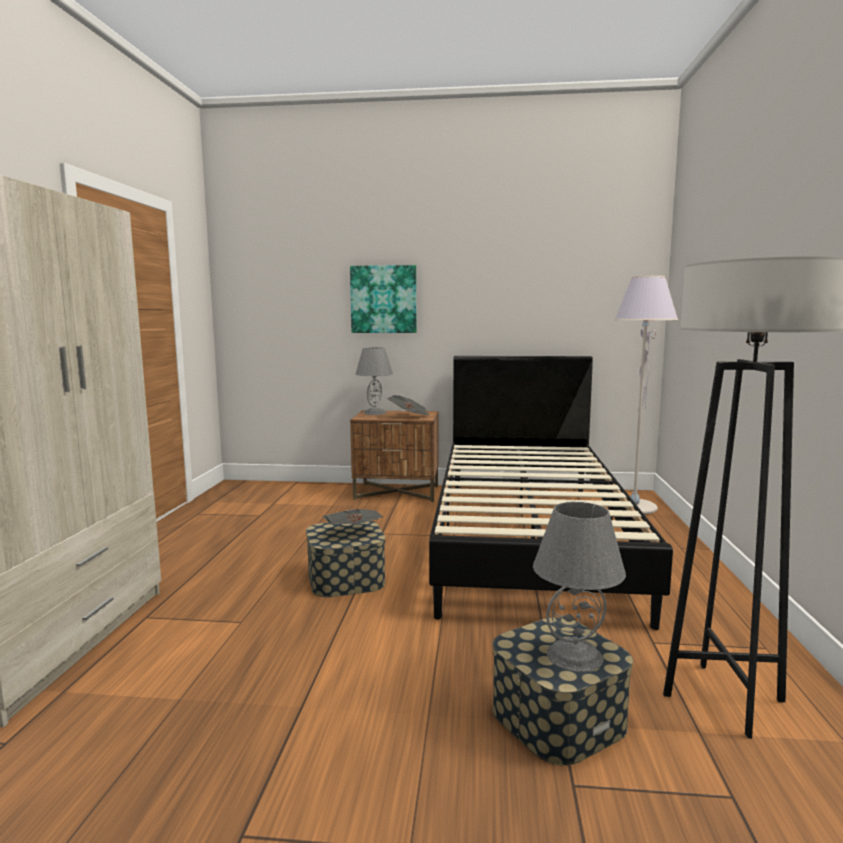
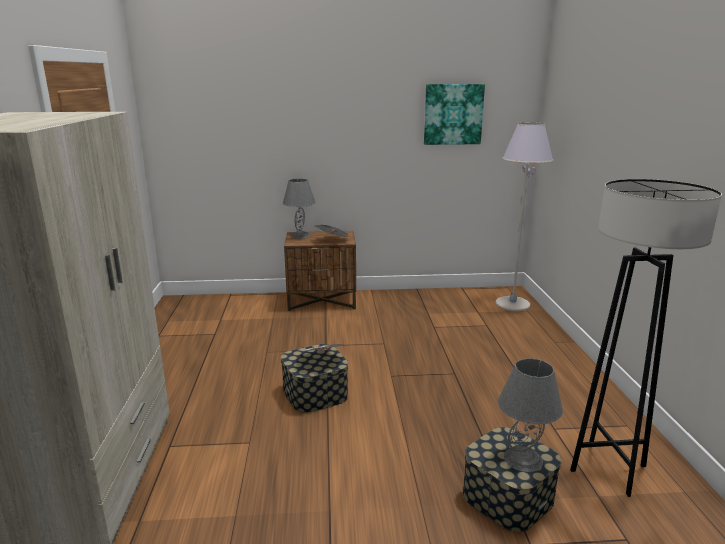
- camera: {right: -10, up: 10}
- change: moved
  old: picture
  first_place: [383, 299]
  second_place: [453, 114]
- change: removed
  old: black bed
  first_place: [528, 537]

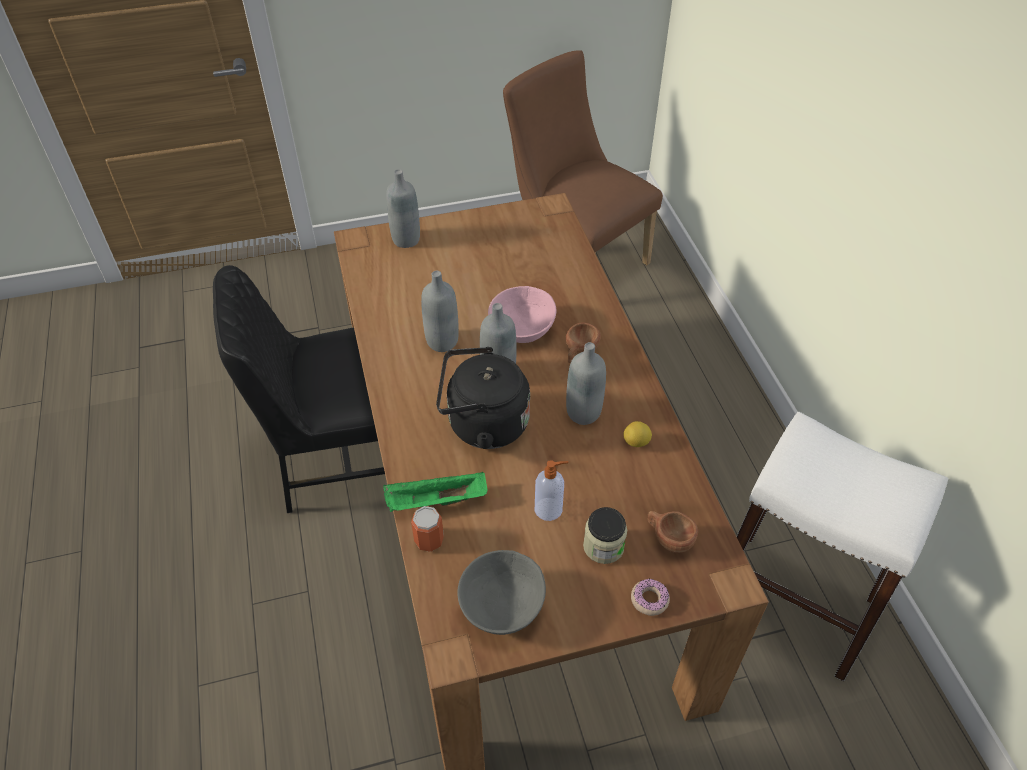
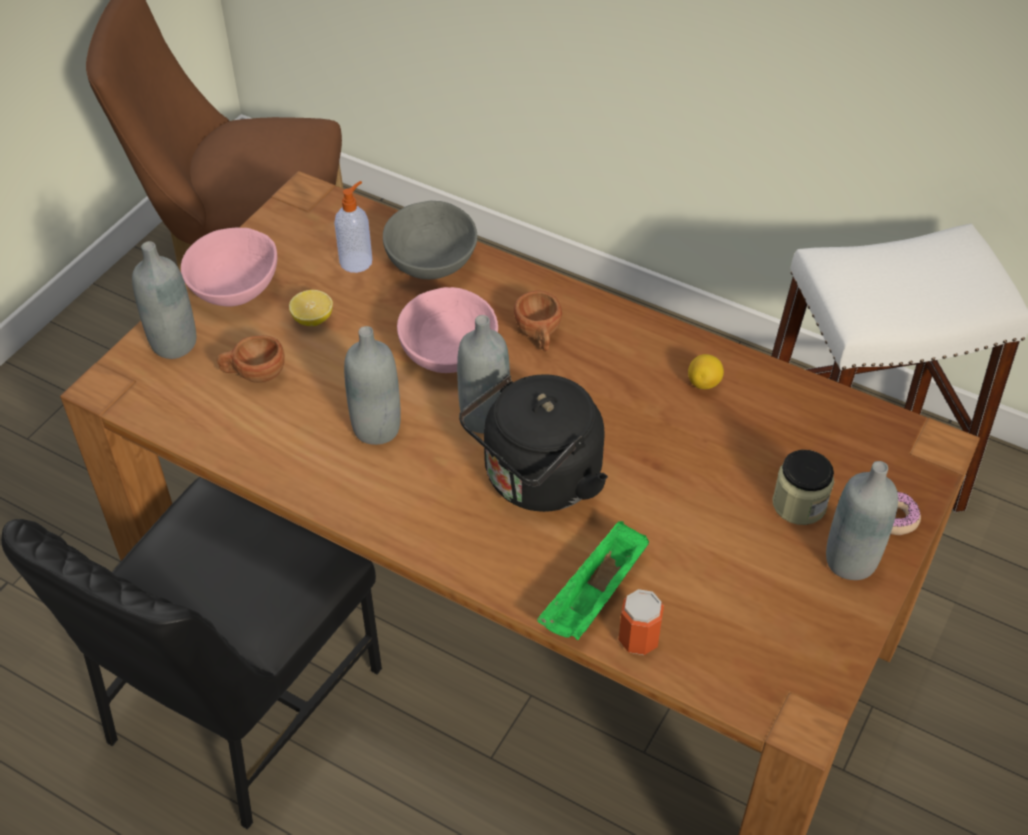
- camera: {right: -45, up: 0}
- change: moved
  old: grey bowl
  first_place: [502, 604]
  second_place: [430, 261]
- change: moved
  old: soap dispenser
  first_place: [549, 509]
  second_place: [357, 261]
- change: moved
  old: grey bottle
  first_place: [583, 412]
  second_place: [850, 561]
- change: moved
  old: brown cup
  first_place: [668, 538]
  second_place: [254, 374]
- change: added
  new: pink bowl
  second_place: [235, 288]
- change: added
  new: lemon
  second_place: [313, 319]

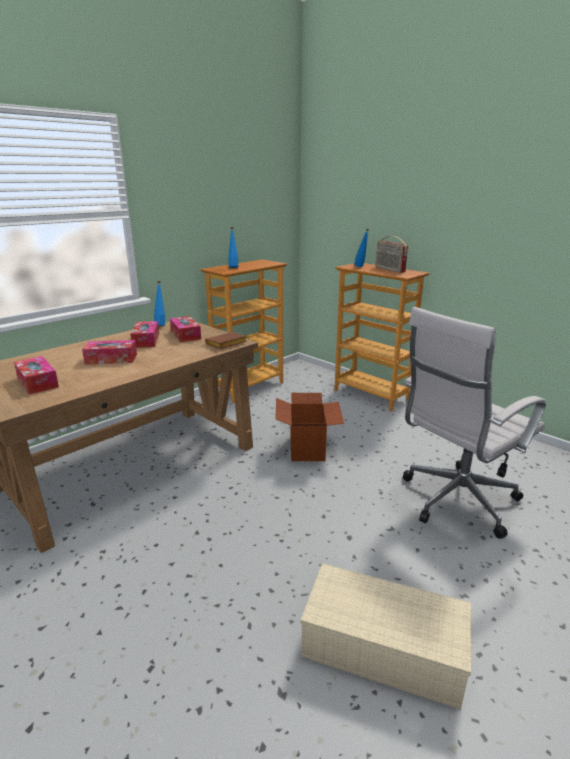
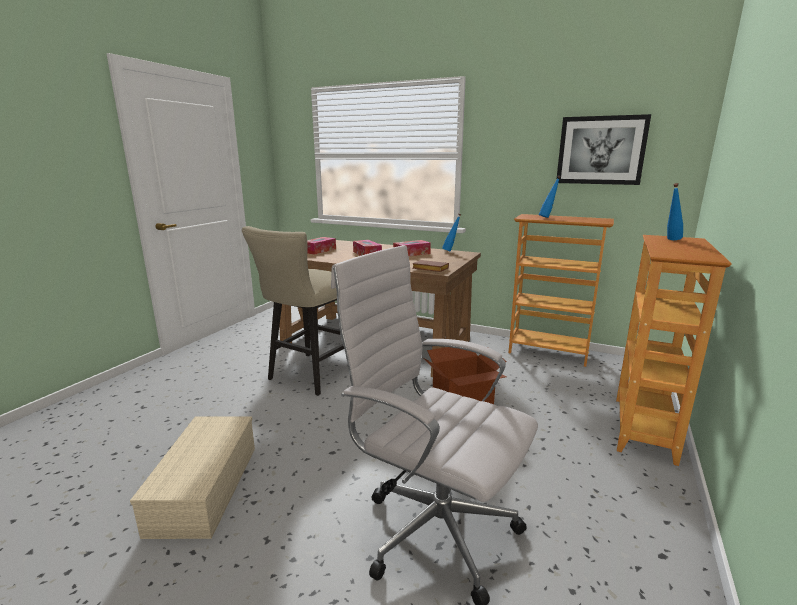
- camera: {right: 70, up: -5}
- change: removed
  old: tissue box
  first_place: [185, 335]
- change: removed
  old: radio
  first_place: [389, 269]
- change: added
  new: beige stool
  second_place: [309, 376]
- change: added
  new: picture
  second_place: [601, 150]

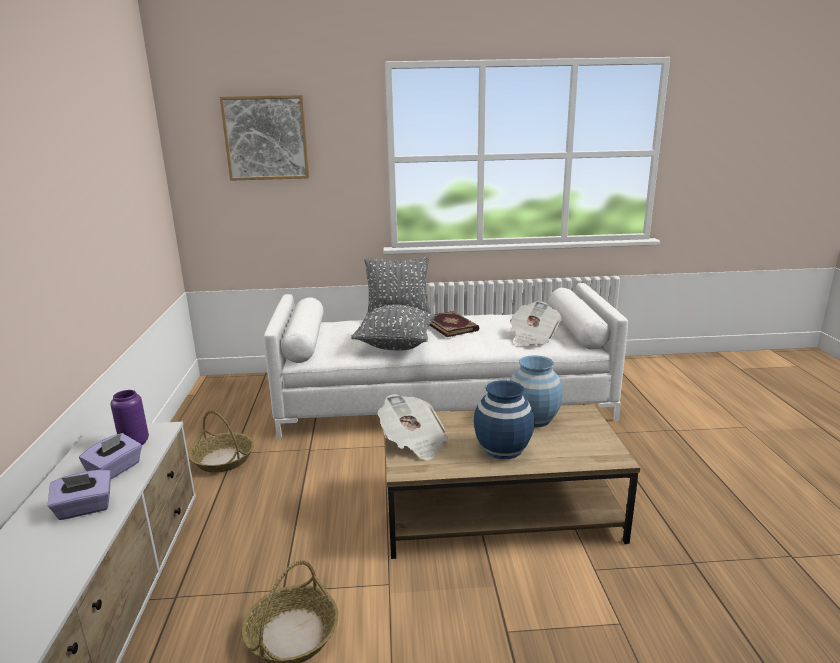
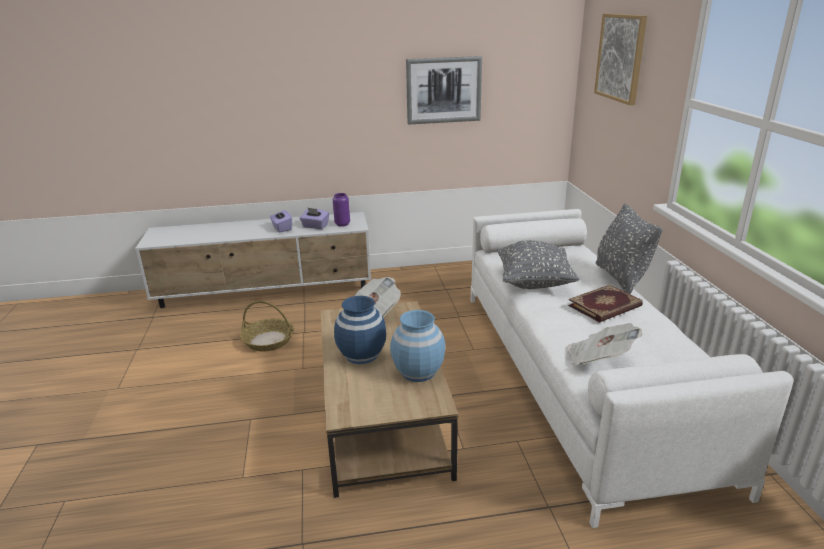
- camera: {right: 85, up: 5}
- change: removed
  old: basket
  first_place: [223, 459]
- change: added
  new: picture
  second_place: [443, 90]

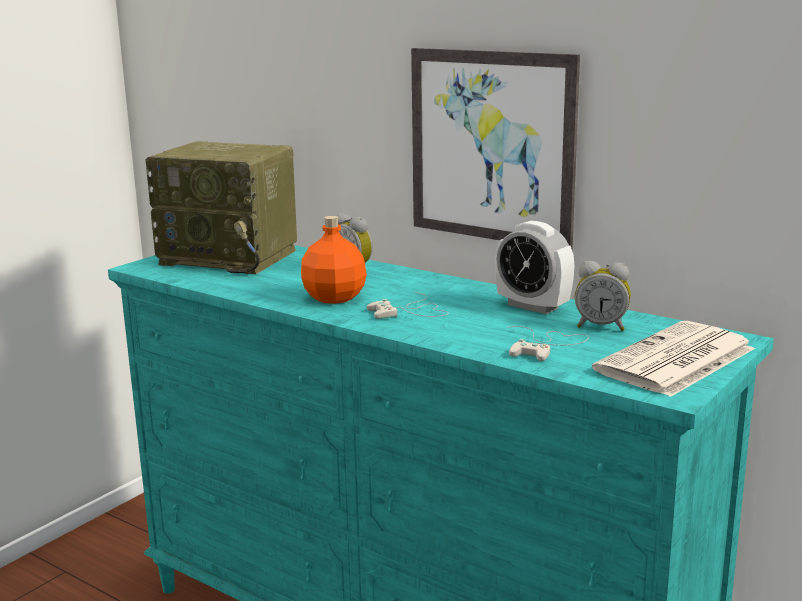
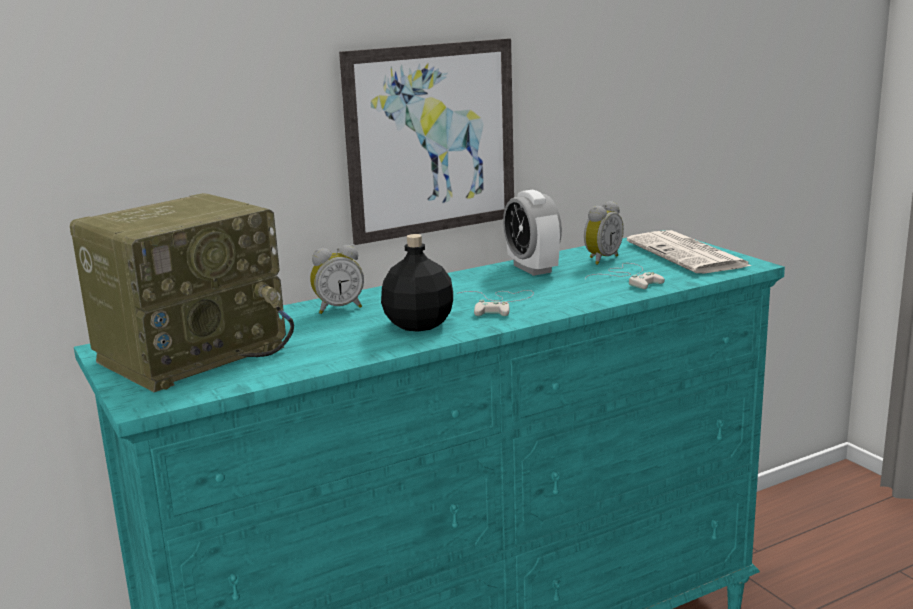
- camera: {right: -65, up: 0}
- change: recoloured
  old: orange bottle
  new: black bottle
  first_place: [335, 297]
  second_place: [418, 324]
- change: turned
  old: alarm clock
  first_place: [532, 306]
  second_place: [532, 268]
  degrees: 90

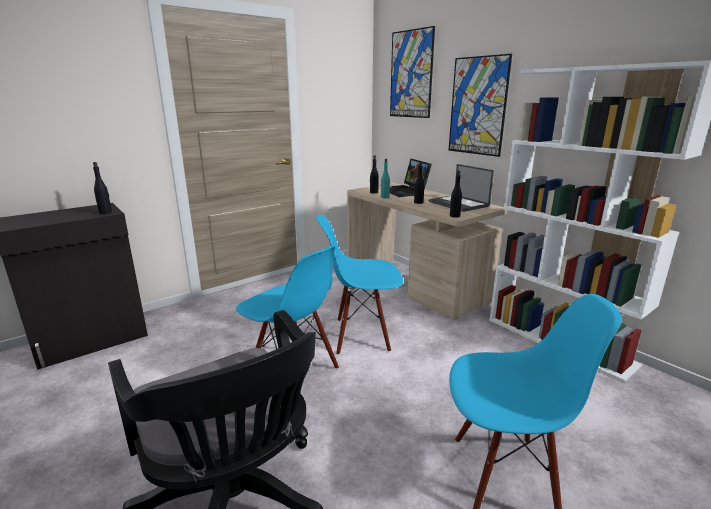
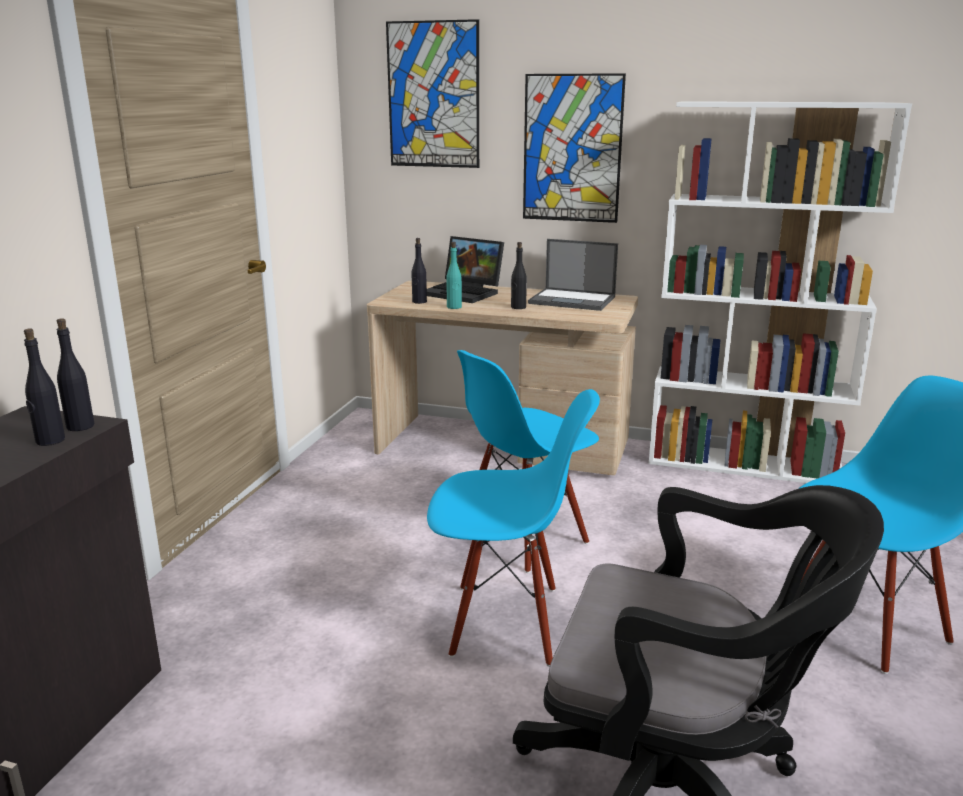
- camera: {right: -35, up: 0}
- change: moved
  old: black bottle
  first_place: [454, 216]
  second_place: [50, 441]

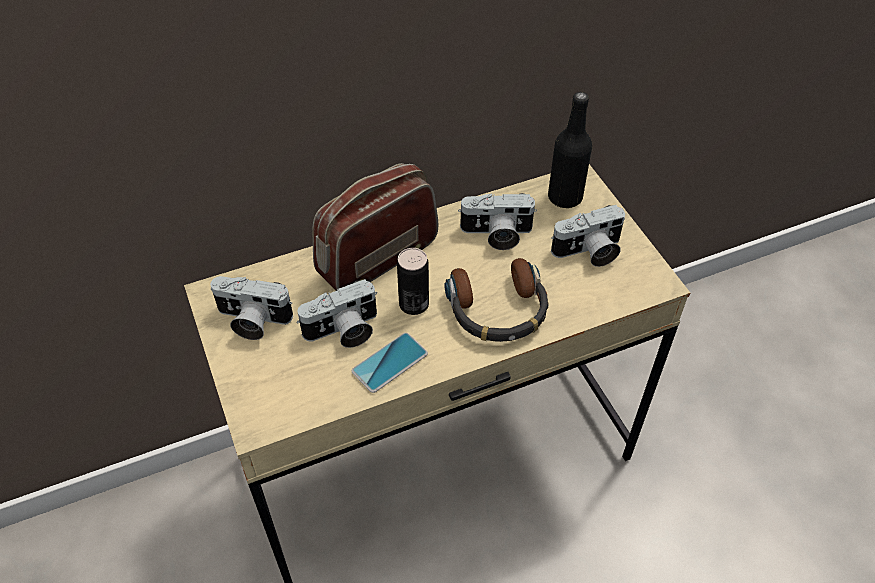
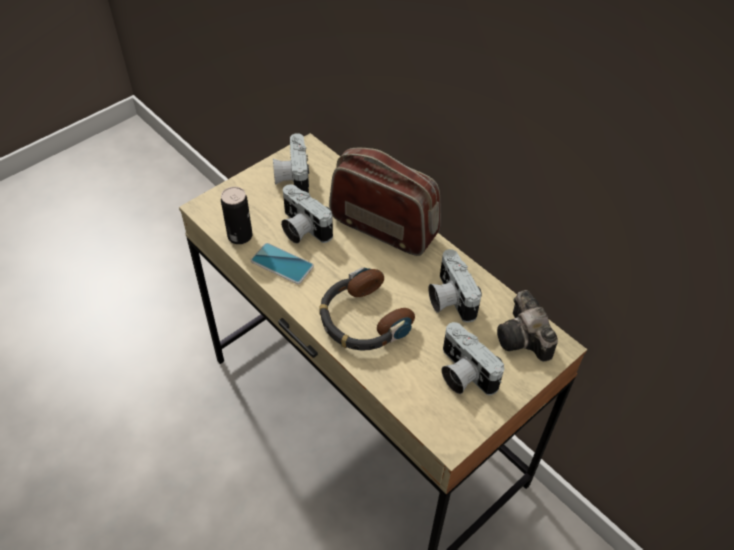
- camera: {right: 70, up: 0}
- change: moved
  old: can
  first_place: [414, 304]
  second_place: [240, 236]
- change: replaced
  old: black bottle
  new: photo camera
  first_place: [565, 197]
  second_place: [524, 340]

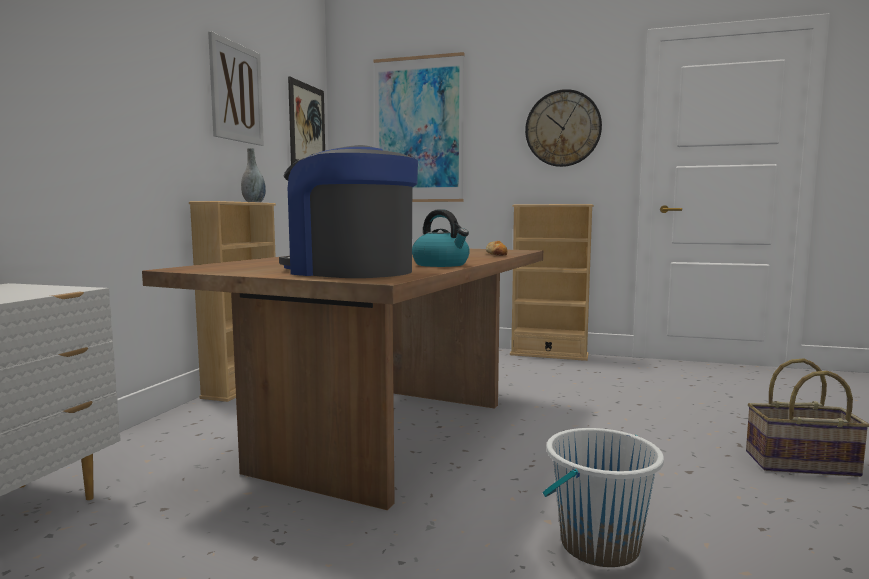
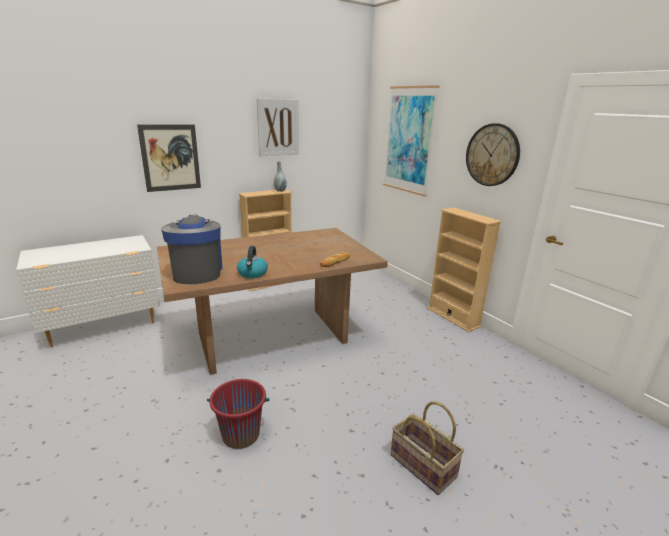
- camera: {right: 40, up: 15}
- change: moved
  old: picture
  first_place: [307, 126]
  second_place: [170, 158]
- change: recoloured
  old: white bucket
  new: red bucket
  first_place: [598, 545]
  second_place: [241, 434]

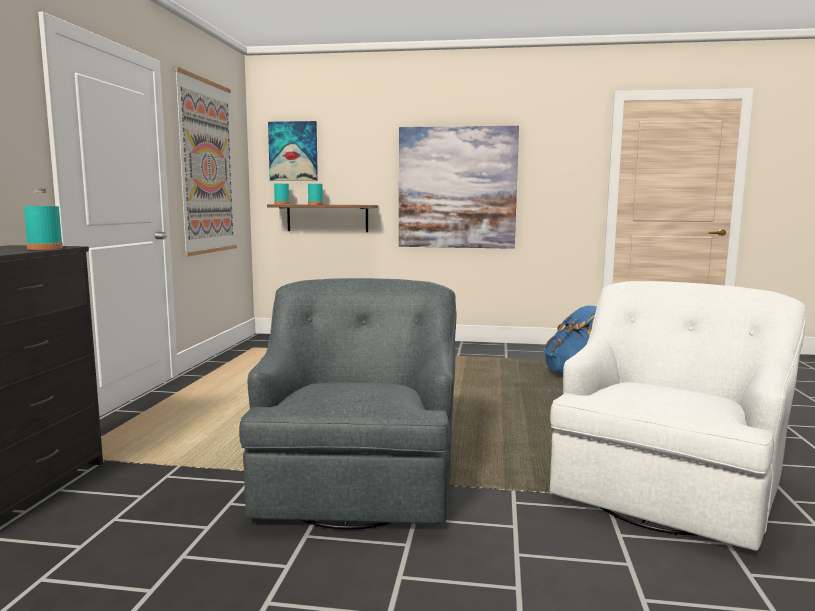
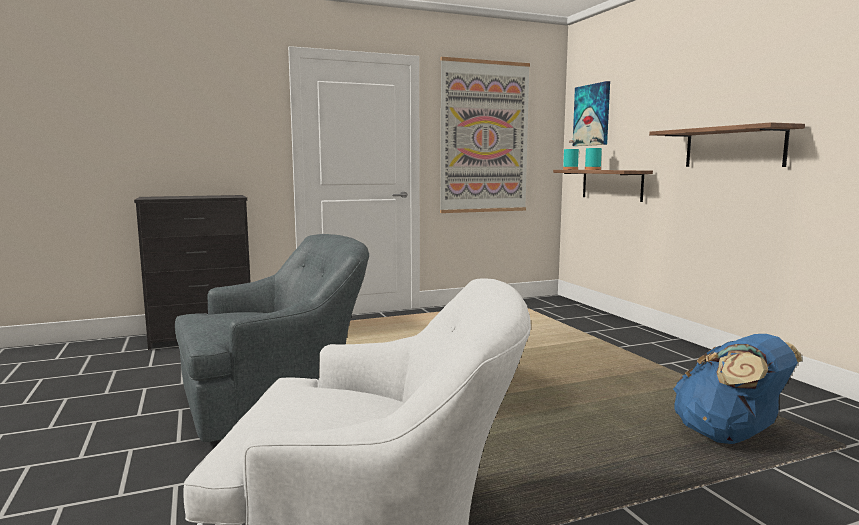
- camera: {right: 60, up: 0}
- change: removed
  old: turquoise bottle
  first_place: [45, 248]
- change: replaced
  old: picture
  new: shelf
  first_place: [457, 188]
  second_place: [733, 147]

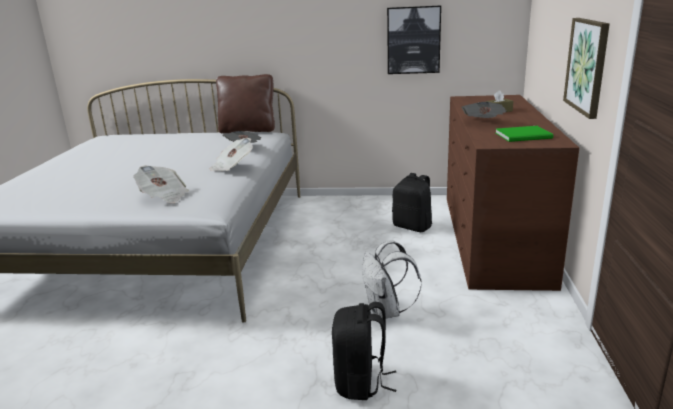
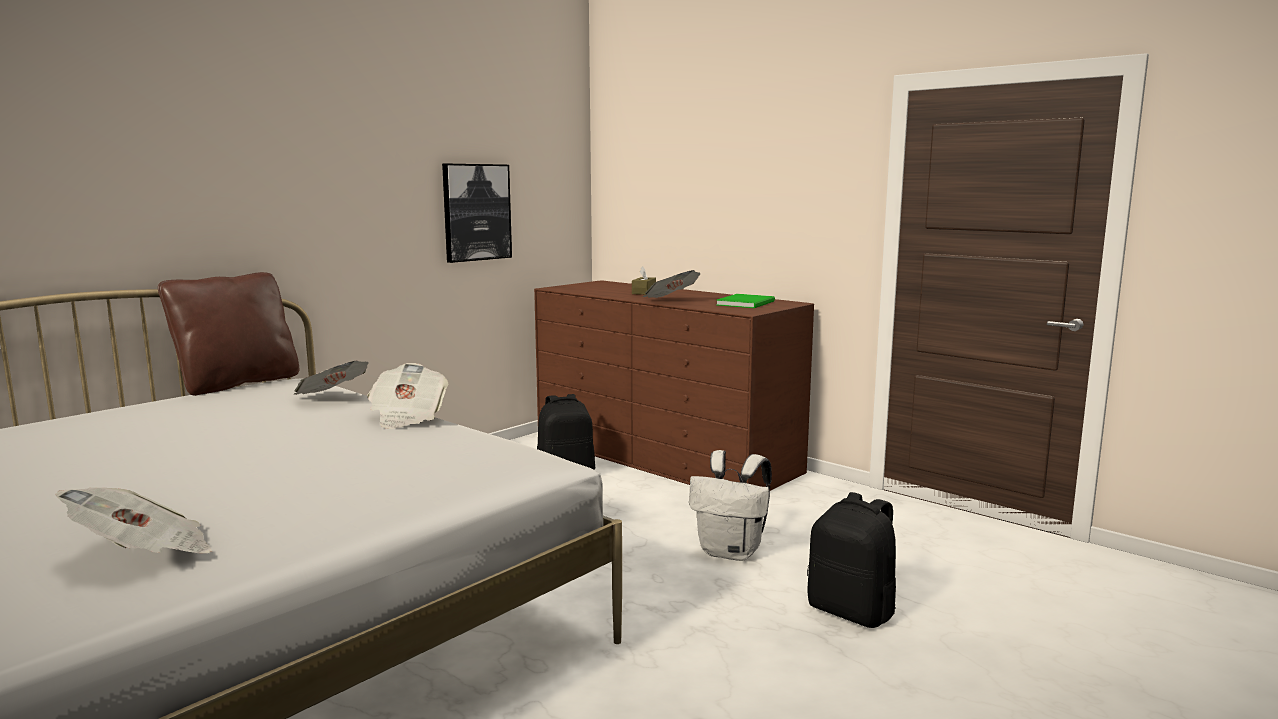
- camera: {right: -55, up: -10}
- change: moved
  old: newspaper
  first_place: [163, 196]
  second_place: [145, 553]
- change: removed
  old: picture
  first_place: [587, 66]

